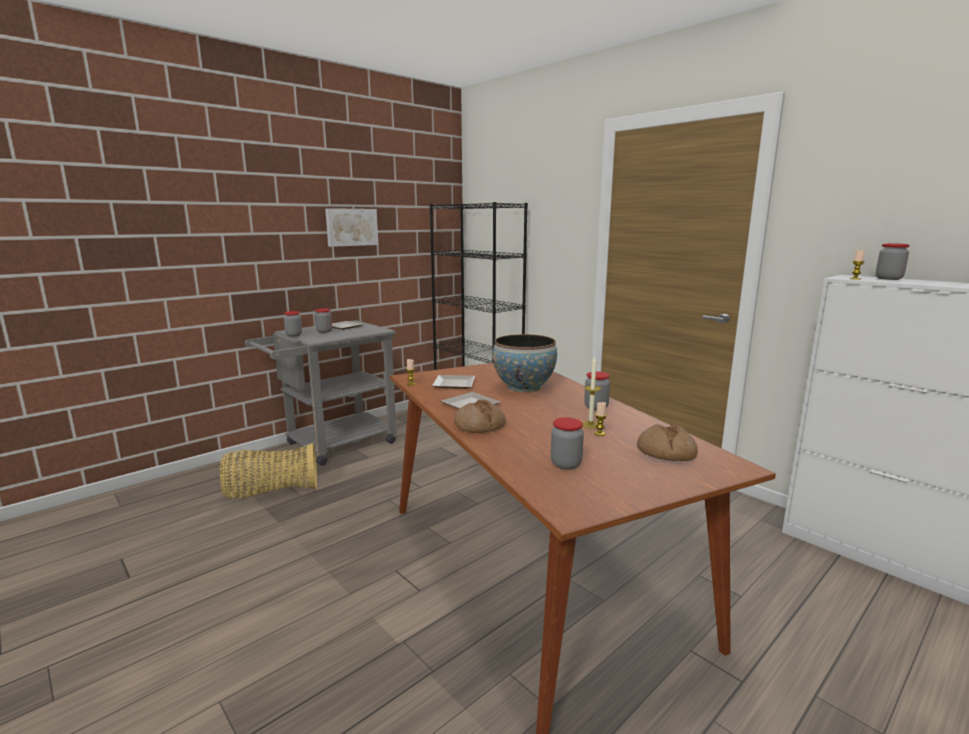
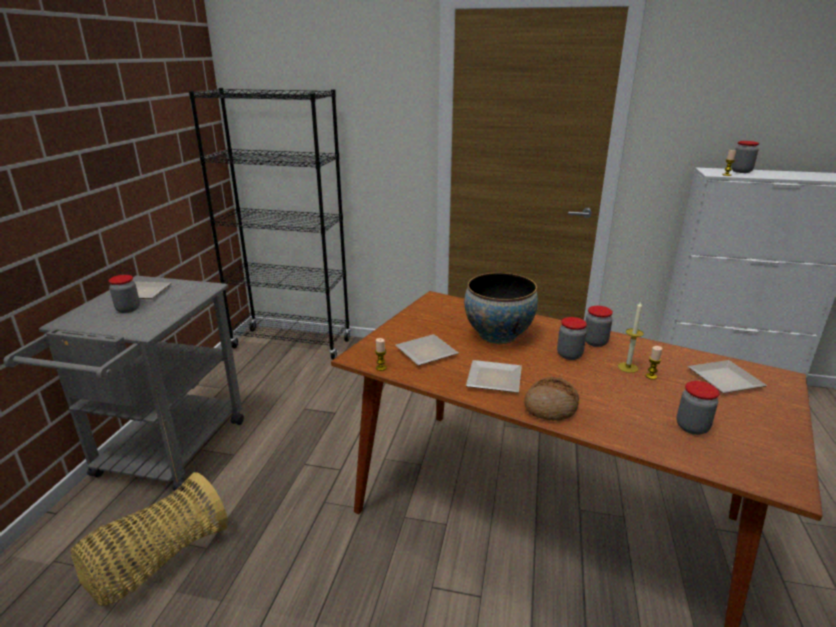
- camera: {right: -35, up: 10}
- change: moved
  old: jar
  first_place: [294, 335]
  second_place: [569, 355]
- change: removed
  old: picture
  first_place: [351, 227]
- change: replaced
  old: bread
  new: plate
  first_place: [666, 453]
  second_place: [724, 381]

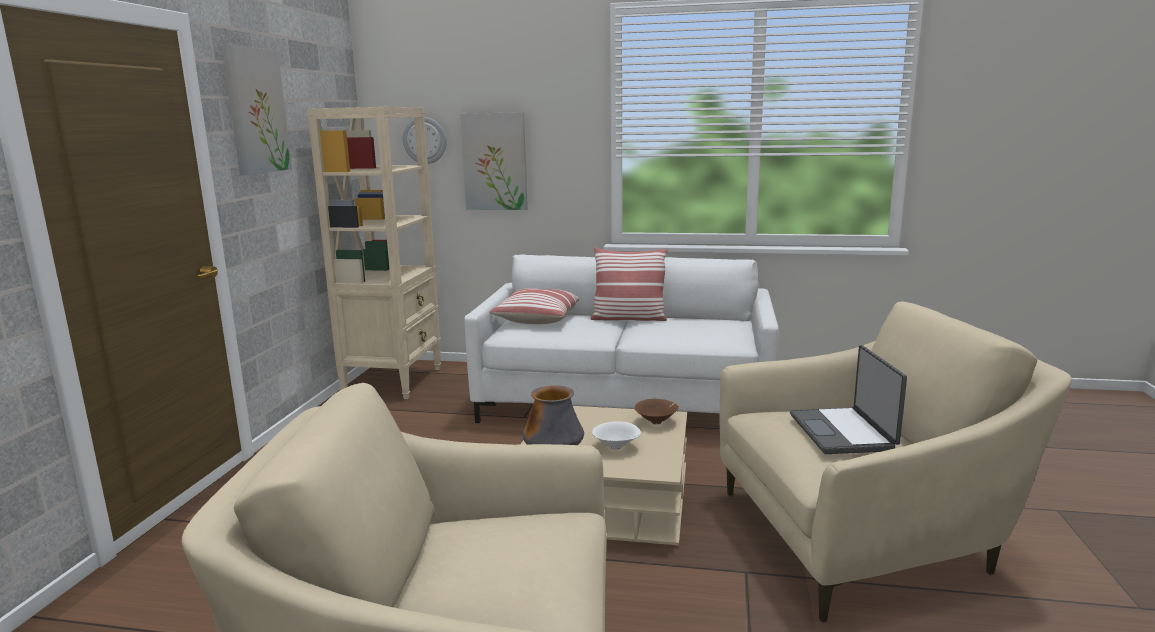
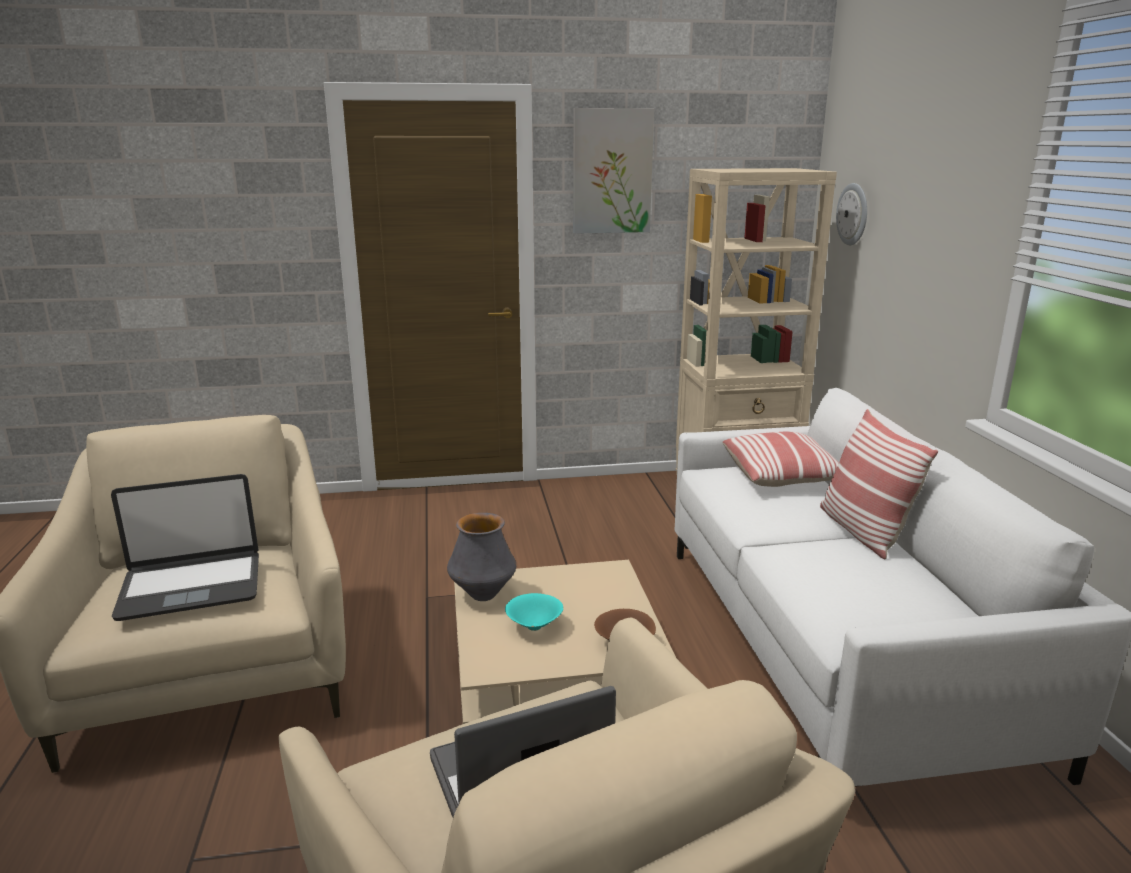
- camera: {right: 70, up: 5}
- change: removed
  old: picture
  first_place: [495, 161]
- change: recoloured
  old: white bowl
  new: turquoise bowl
  first_place: [617, 447]
  second_place: [534, 628]
- change: added
  new: laptop
  second_place: [191, 586]

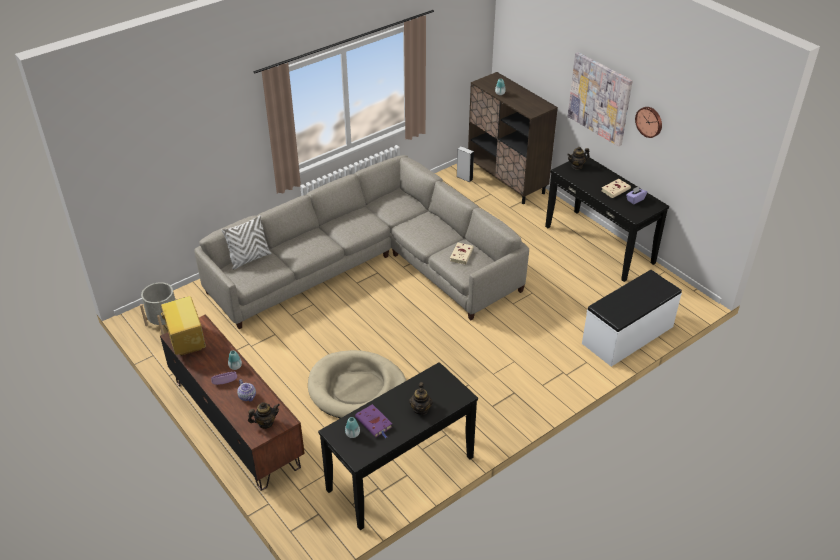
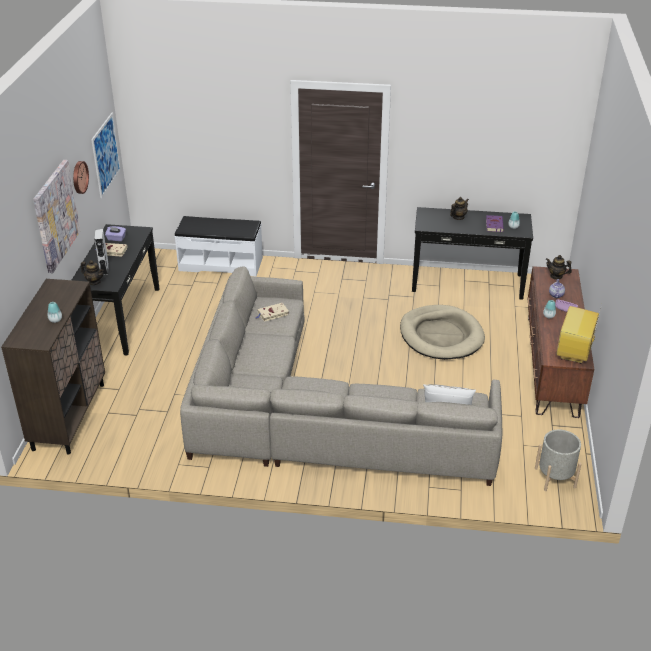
- camera: {right: -135, up: -5}
- change: moved
  old: grey speaker
  first_place: [464, 178]
  second_place: [104, 269]
- change: added
  new: picture
  second_place: [106, 155]

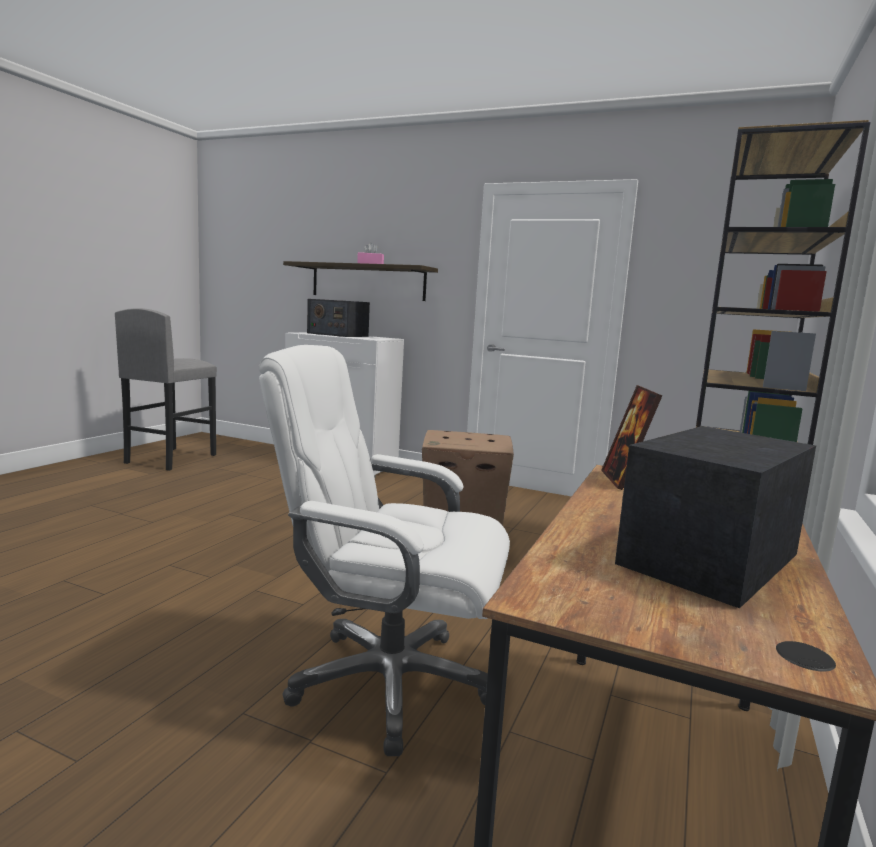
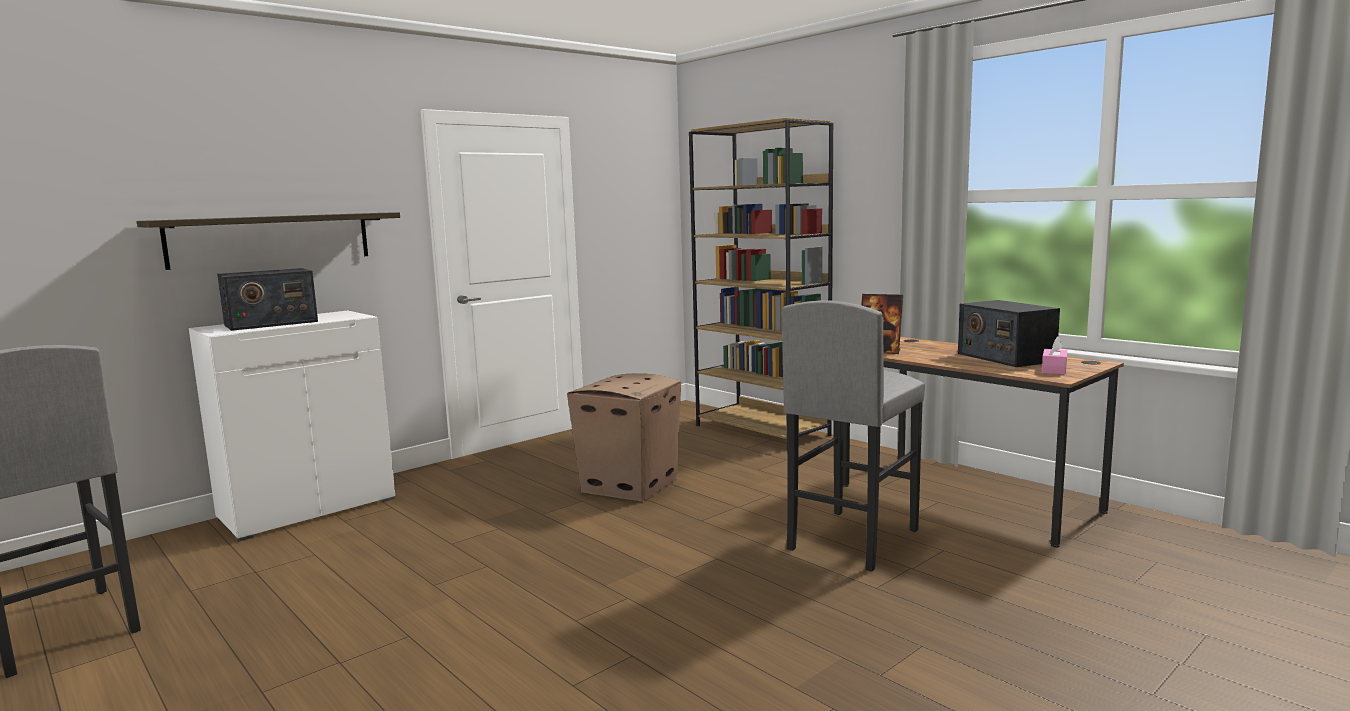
- camera: {right: -65, up: 0}
- change: replaced
  old: white office chair
  new: grey stool
  first_place: [388, 682]
  second_place: [852, 539]
- change: moved
  old: pink tissue box
  first_place: [370, 264]
  second_place: [1054, 369]

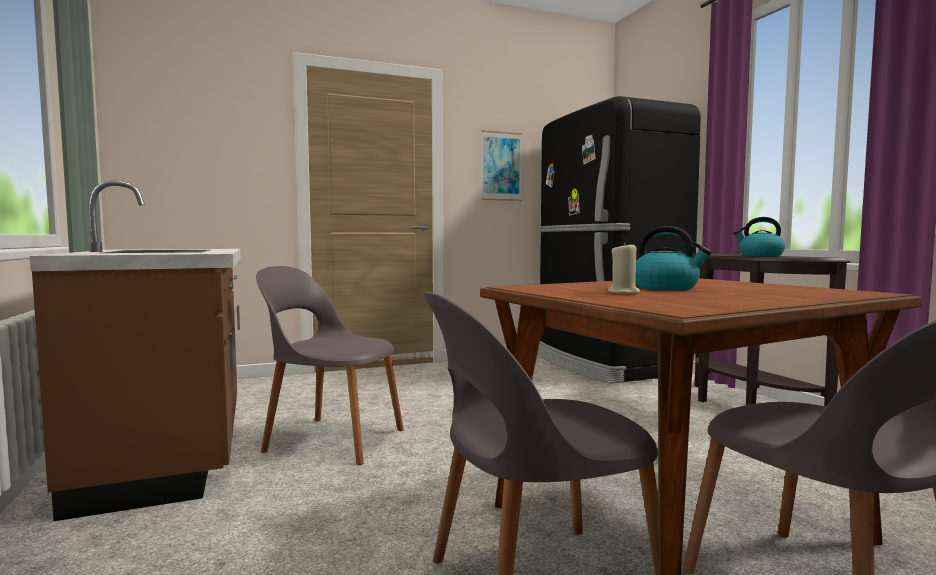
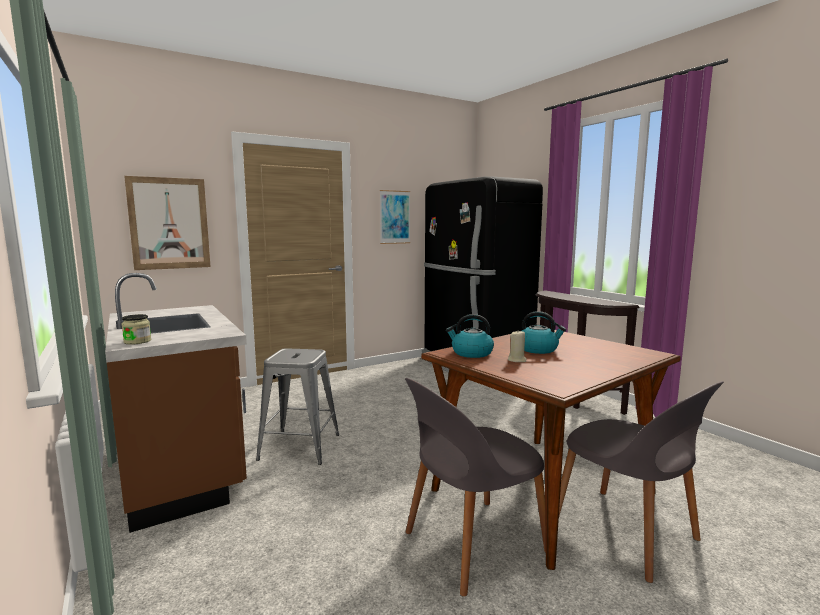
- camera: {right: -10, up: 5}
- change: replaced
  old: grey chair
  new: grey stool
  first_place: [332, 439]
  second_place: [300, 447]
- change: moved
  old: kettle
  first_place: [760, 255]
  second_place: [471, 353]
- change: added
  new: jar
  second_place: [137, 341]
- change: added
  new: picture
  second_place: [169, 223]

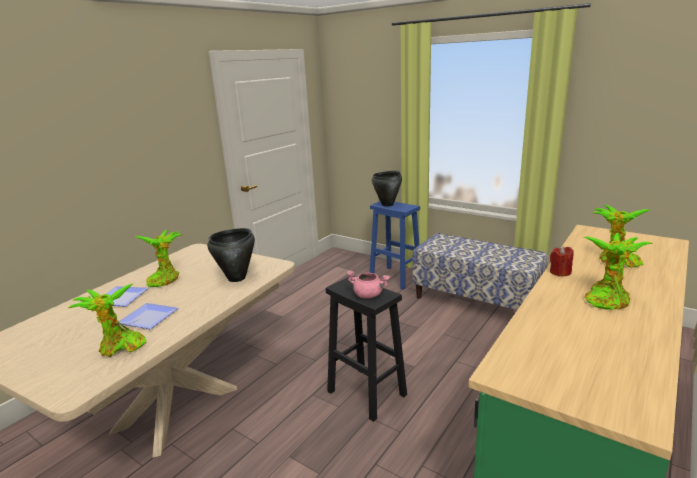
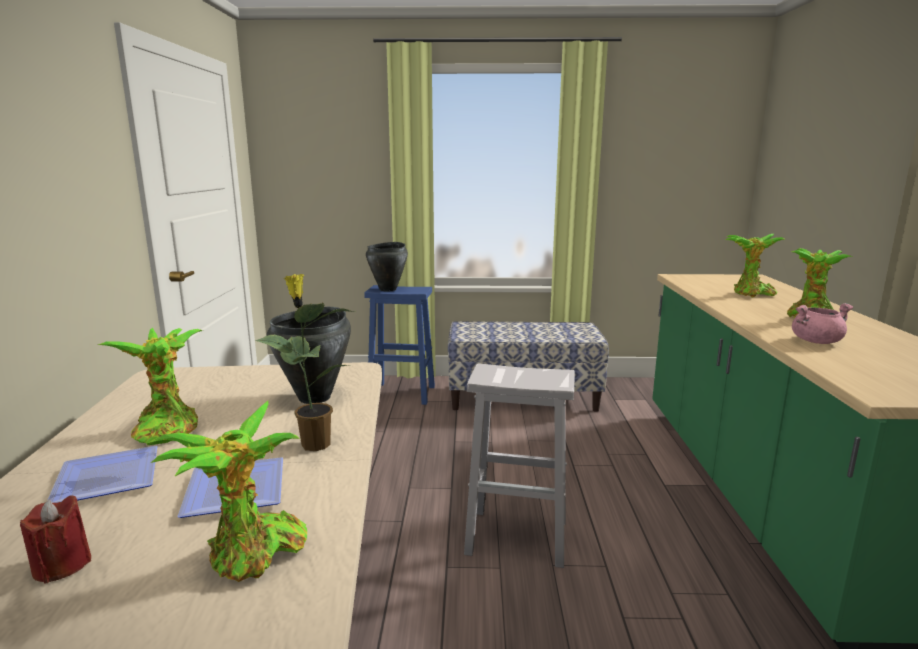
- camera: {right: -35, up: -5}
- change: recoloured
  old: black stool
  new: white stool
  first_place: [368, 393]
  second_place: [519, 537]
- change: moved
  old: pink cooking pot
  first_place: [368, 295]
  second_place: [816, 341]
- change: moved
  old: red candle
  first_place: [560, 272]
  second_place: [62, 565]
- change: added
  new: potted plant
  second_place: [314, 444]

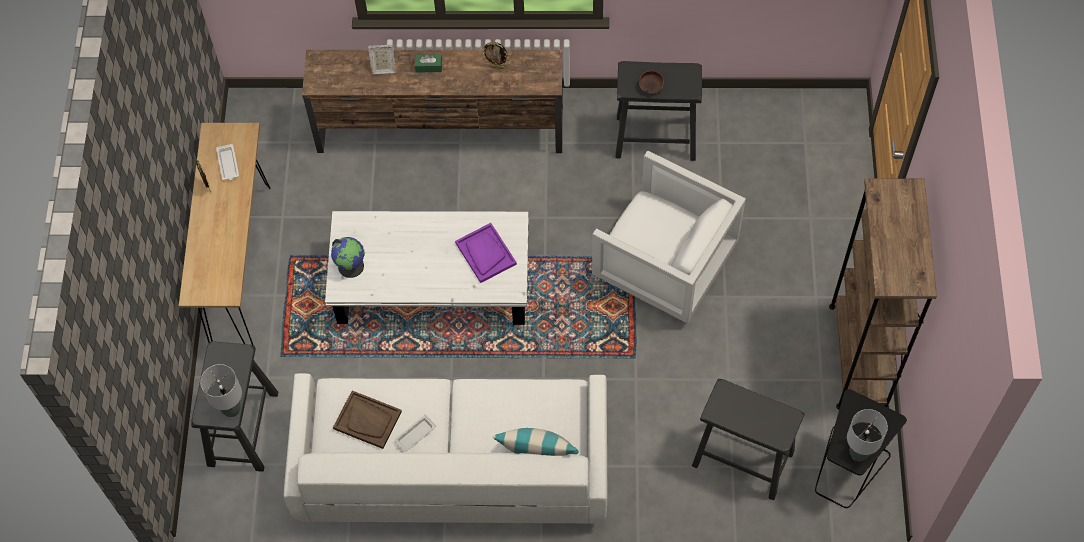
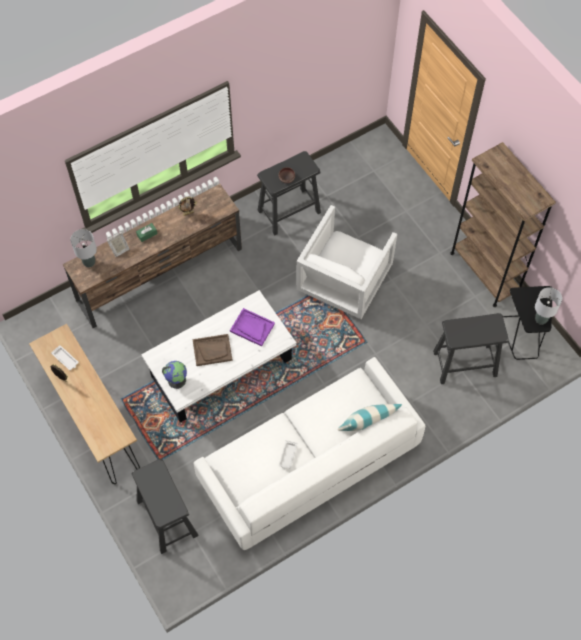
- camera: {right: -35, up: 0}
- change: moved
  old: grey table lamp
  first_place: [232, 409]
  second_place: [89, 262]
- change: moved
  old: brown tray
  first_place: [368, 420]
  second_place: [212, 350]
- change: turned
  old: white armchair
  first_place: [663, 263]
  second_place: [344, 280]
  degrees: 120

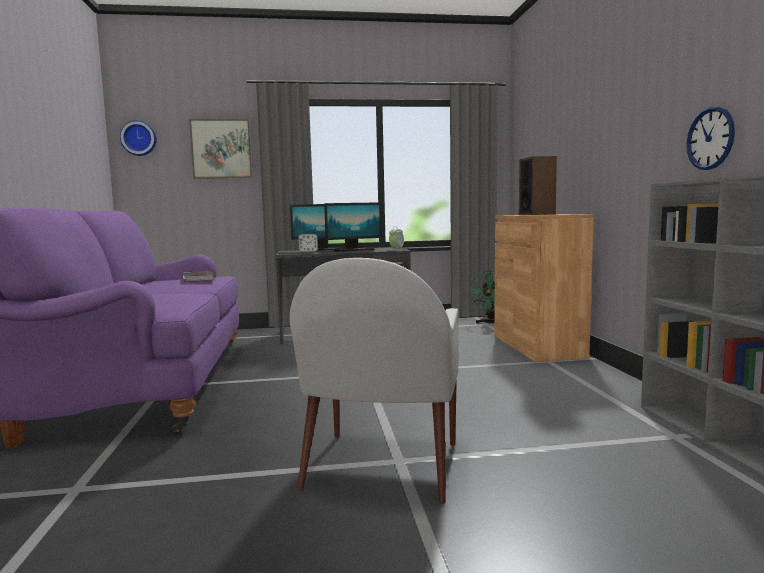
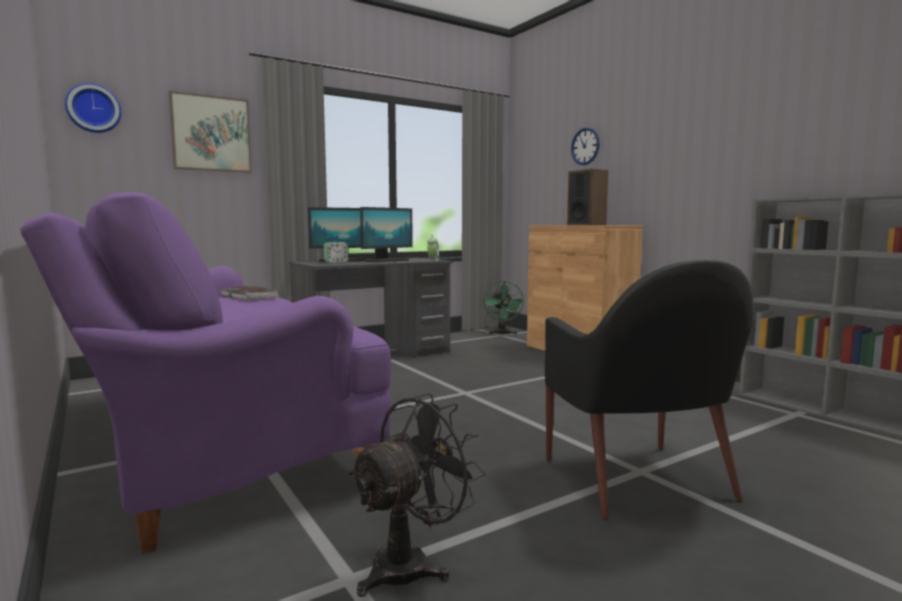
- camera: {right: -25, up: 0}
- change: recoloured
  old: white armchair
  new: black armchair
  first_place: [381, 468]
  second_place: [637, 481]
- change: moved
  old: wall clock
  first_place: [710, 138]
  second_place: [585, 146]
- change: added
  new: black fan
  second_place: [412, 564]

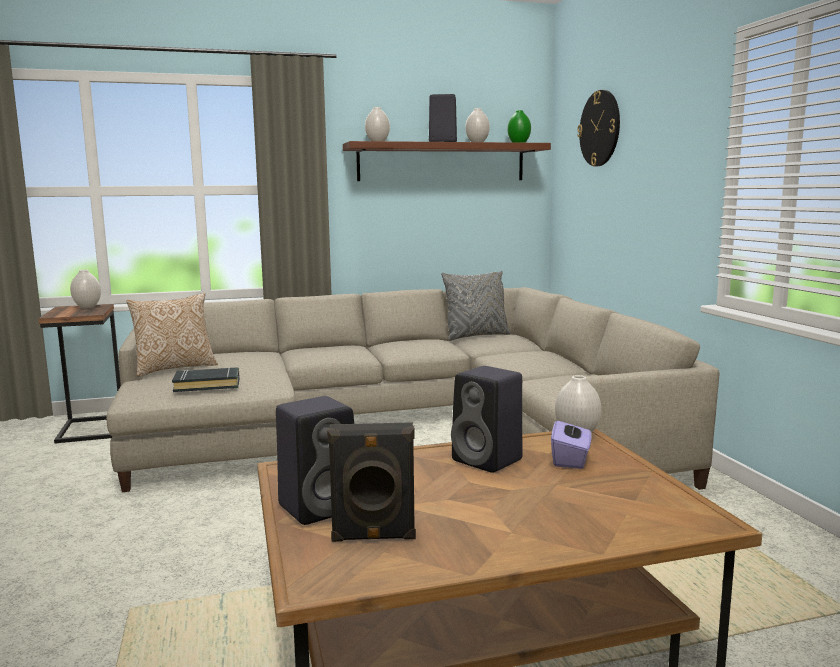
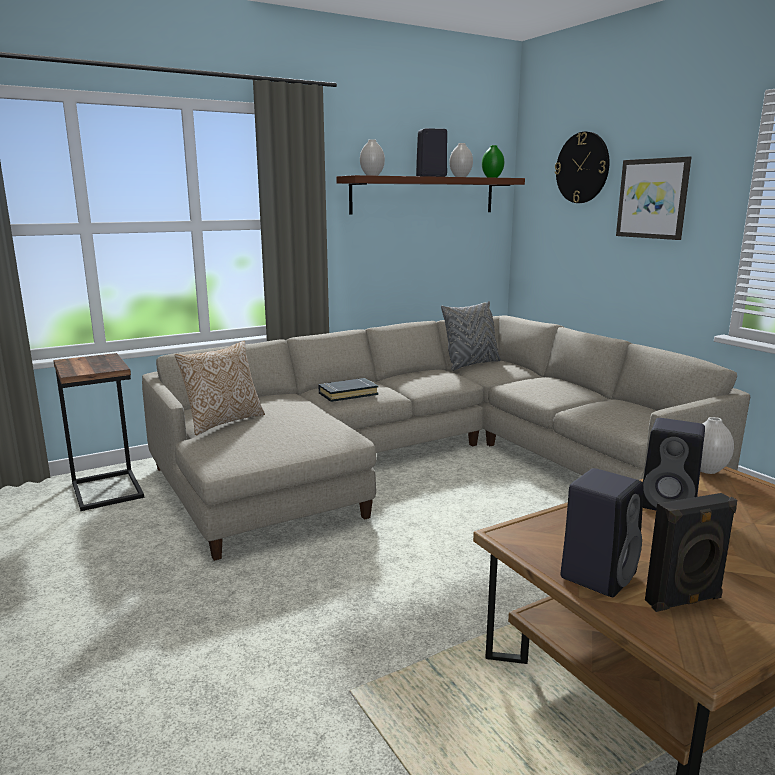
- camera: {right: -15, up: 5}
- change: removed
  old: white vase
  first_place: [87, 307]
- change: moved
  old: black book
  first_place: [207, 384]
  second_place: [348, 394]
- change: removed
  old: purple tissue box
  first_place: [570, 460]
- change: added
  new: picture
  second_place: [653, 198]

